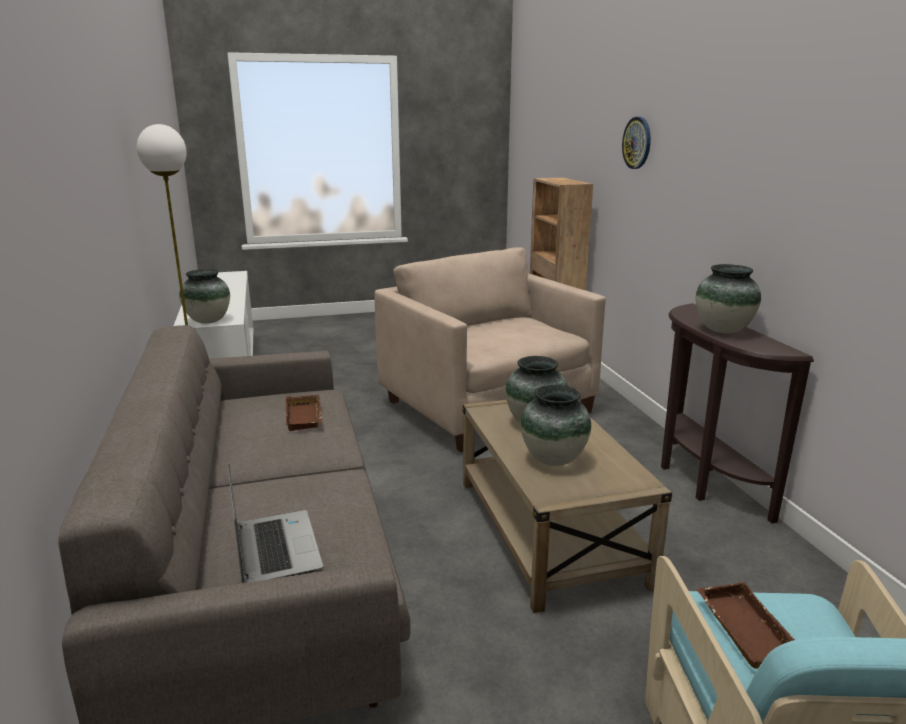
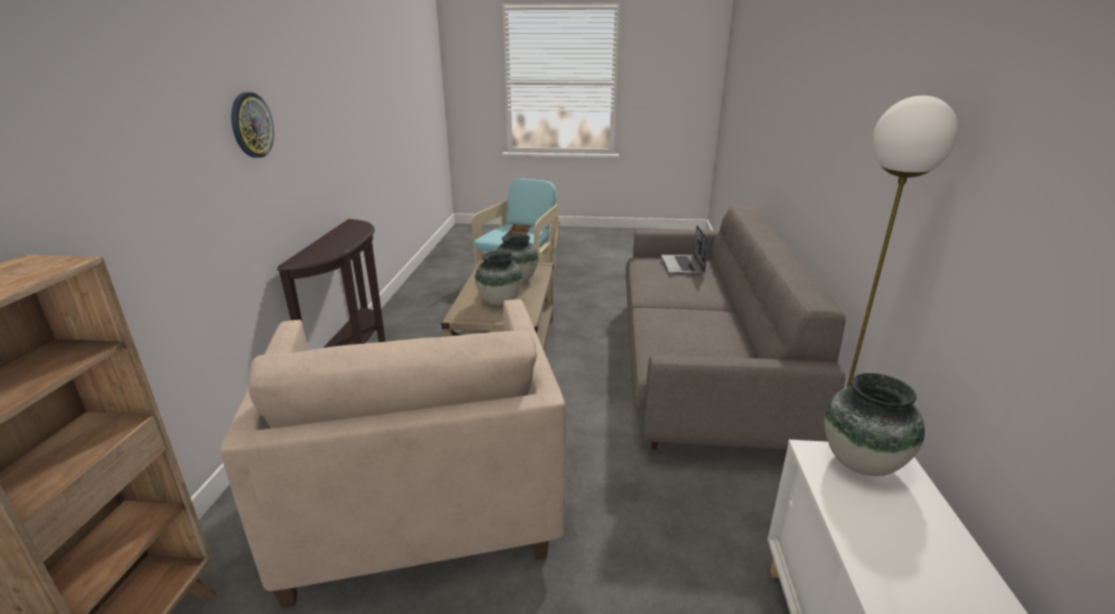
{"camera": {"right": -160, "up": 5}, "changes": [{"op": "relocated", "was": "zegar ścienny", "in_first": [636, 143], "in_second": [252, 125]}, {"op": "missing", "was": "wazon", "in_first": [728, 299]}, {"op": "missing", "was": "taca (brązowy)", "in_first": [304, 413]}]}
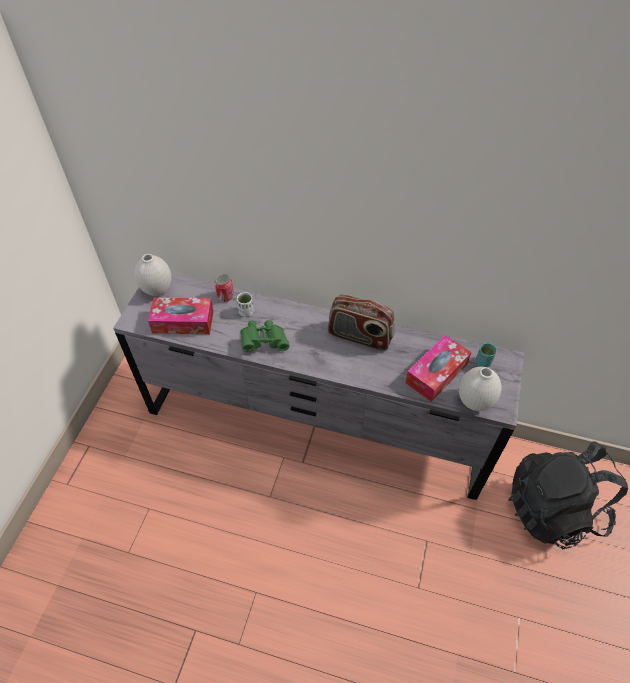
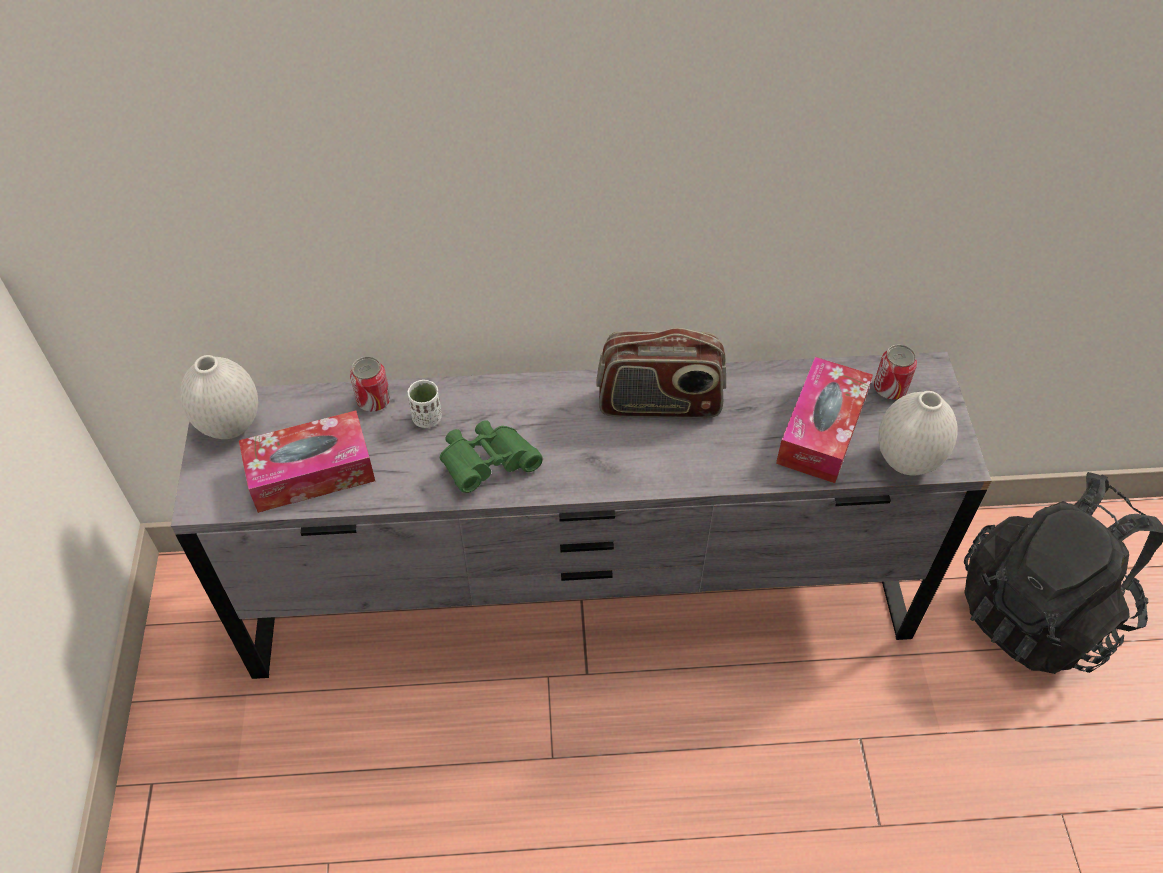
{"camera": {"right": -20, "up": 0}, "changes": [{"op": "exchanged", "was": "filiżanka (turkusowy)", "now": "puszka", "in_first": [486, 355], "in_second": [895, 372]}]}
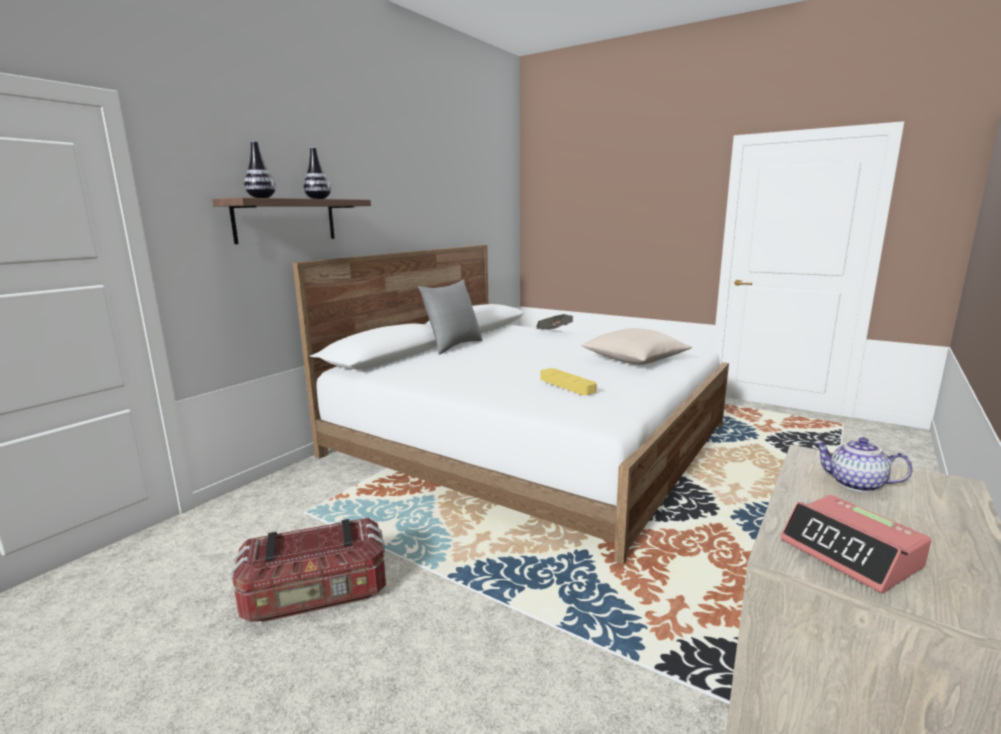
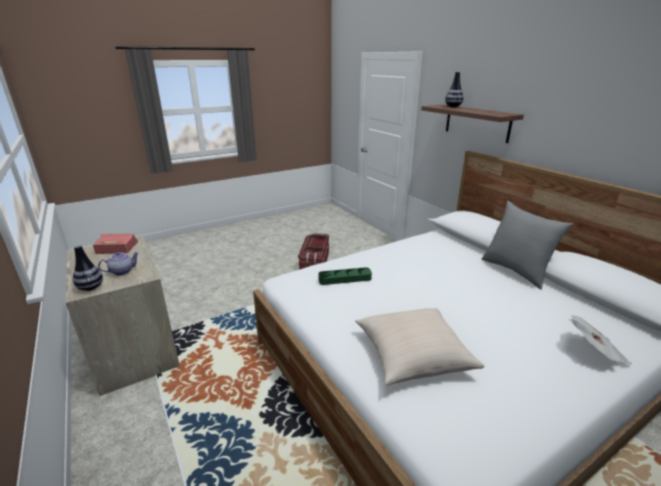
{"camera": {"right": 115, "up": 10}, "changes": [{"op": "relocated", "was": "wazon", "in_first": [317, 173], "in_second": [88, 268]}, {"op": "colour", "was": "taca (żółty)", "now": "taca (zielony)", "in_first": [568, 381], "in_second": [345, 276]}]}
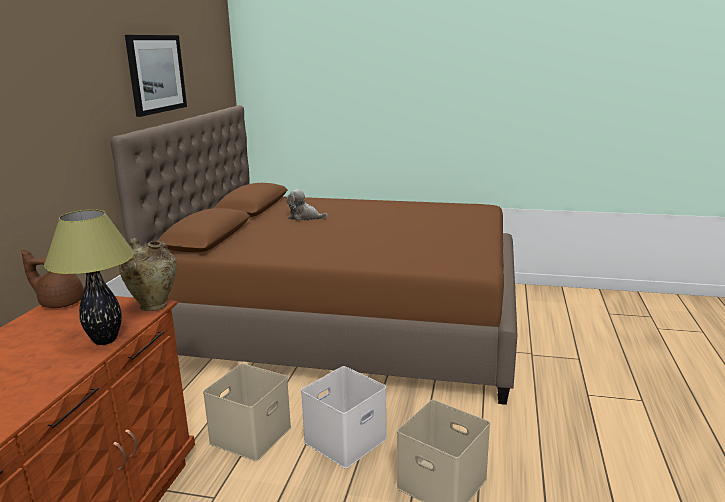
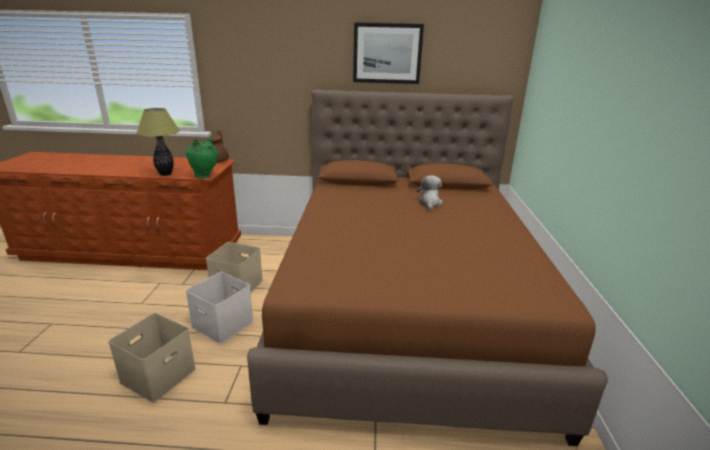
{"camera": {"right": 80, "up": 5}, "changes": [{"op": "colour", "was": "wazon (beżowy)", "now": "wazon (zielony)", "in_first": [148, 274], "in_second": [202, 157]}]}
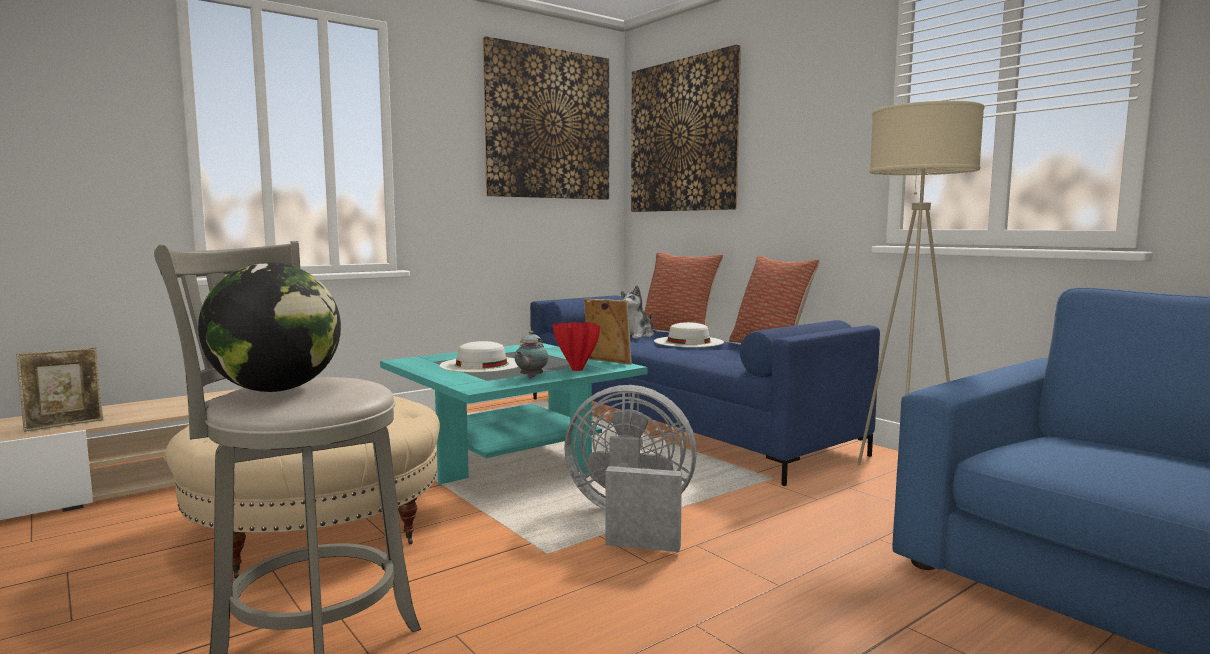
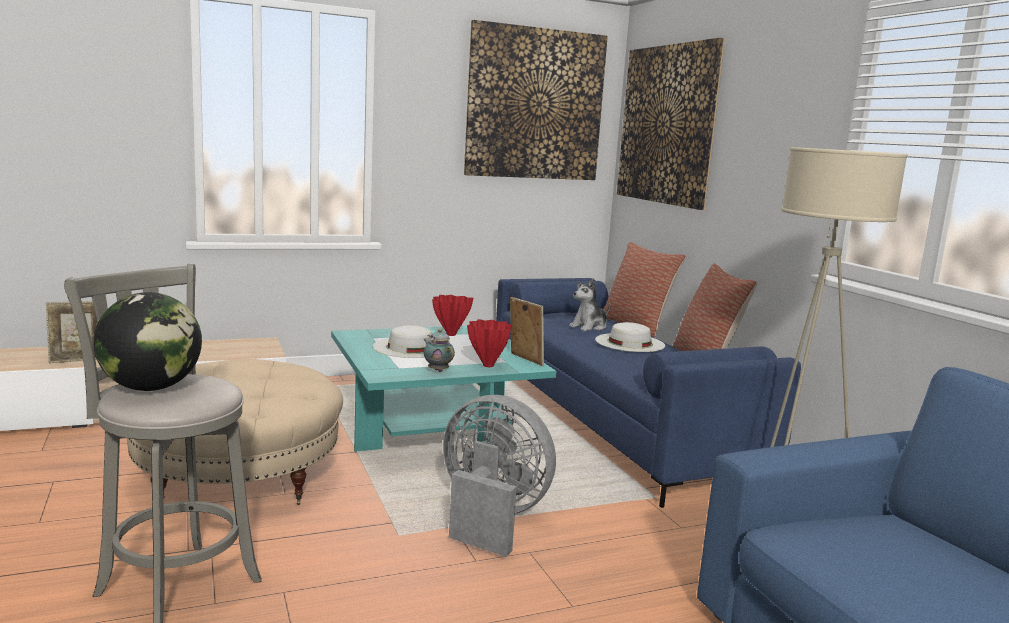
{"camera": {"right": 15, "up": 5}, "changes": [{"op": "spun", "was": "imbryk", "in_first": [531, 354], "in_second": [439, 350], "clockwise": 105}, {"op": "appeared", "now": "wazon (czerwony)", "in_second": [452, 315]}]}
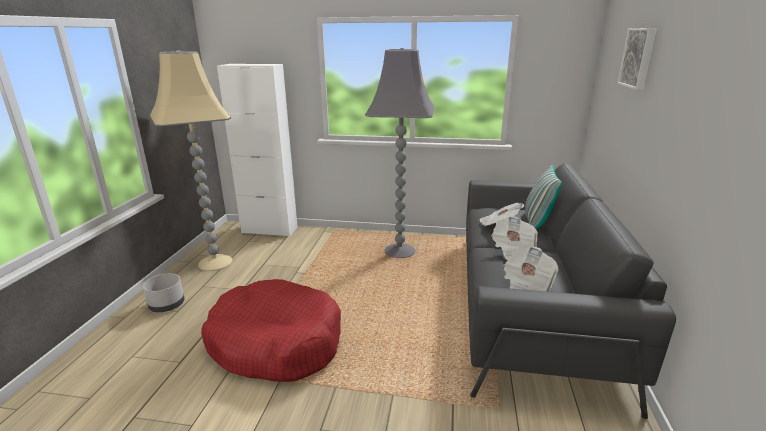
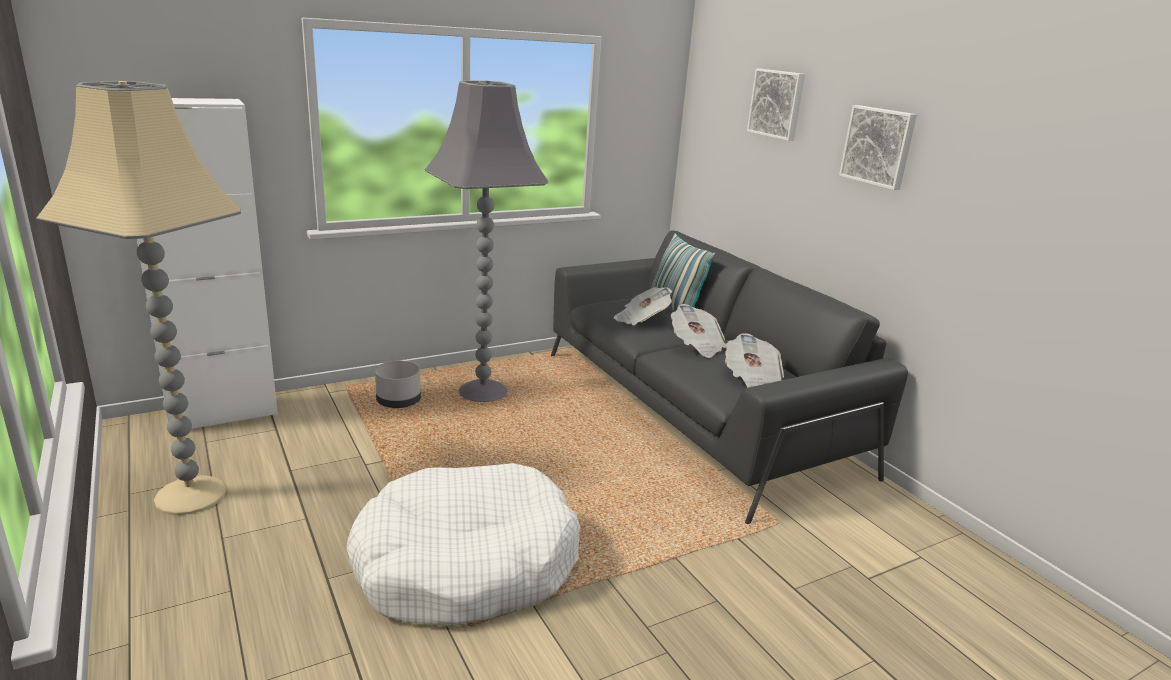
{"camera": {"right": -40, "up": 0}, "changes": [{"op": "relocated", "was": "donica (szary)", "in_first": [163, 293], "in_second": [398, 384]}, {"op": "colour", "was": "legowisko (czerwony)", "now": "legowisko (biały)", "in_first": [271, 330], "in_second": [463, 545]}, {"op": "appeared", "now": "obraz", "in_second": [878, 147]}]}
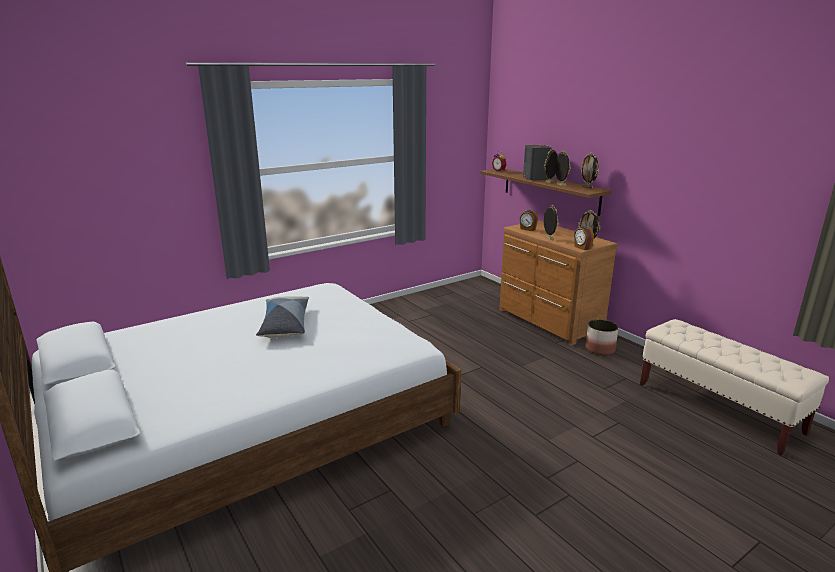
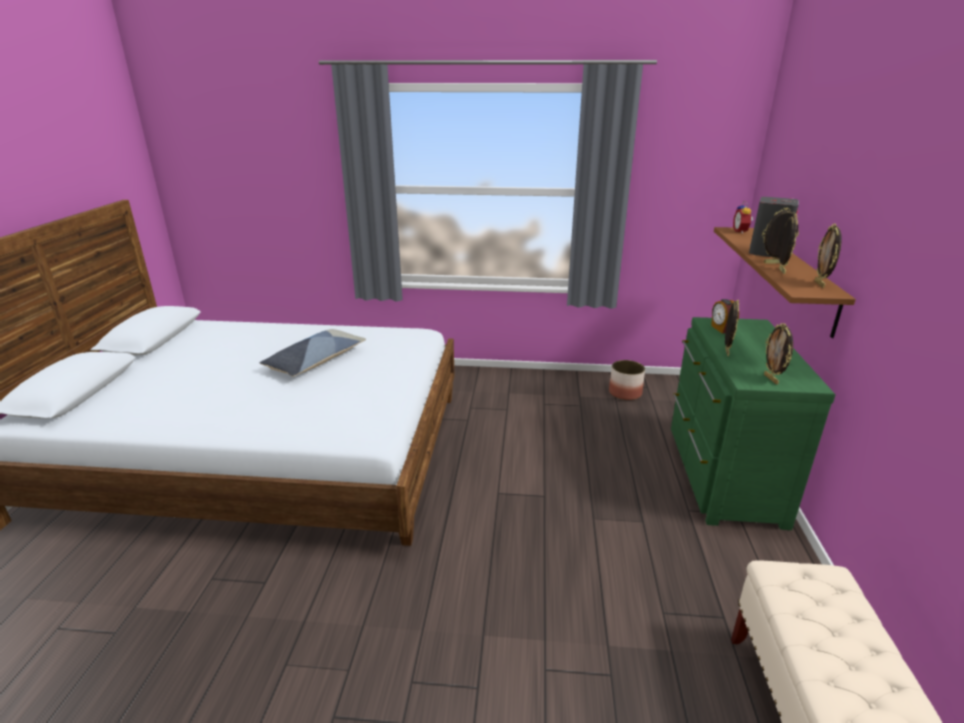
{"camera": {"right": 40, "up": 5}, "changes": [{"op": "colour", "was": "komoda (brązowy)", "now": "komoda (zielony)", "in_first": [558, 283], "in_second": [753, 423]}, {"op": "missing", "was": "budzik", "in_first": [584, 238]}, {"op": "relocated", "was": "donica", "in_first": [601, 337], "in_second": [627, 380]}]}
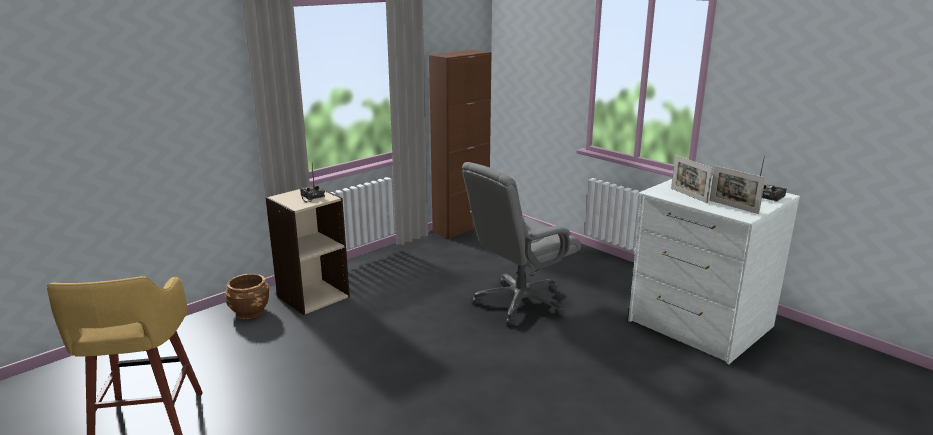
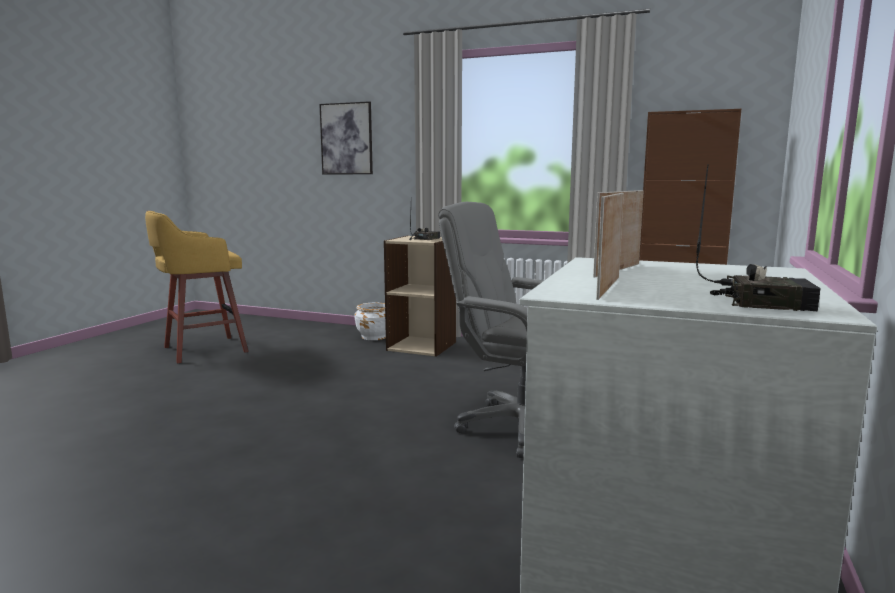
{"camera": {"right": 65, "up": -10}, "changes": [{"op": "colour", "was": "donica (brązowy)", "now": "donica (biały)", "in_first": [247, 296], "in_second": [370, 321]}, {"op": "appeared", "now": "obraz", "in_second": [346, 137]}]}
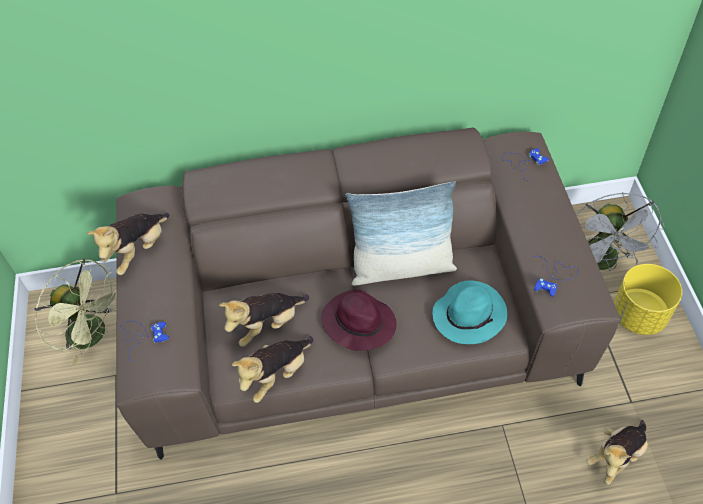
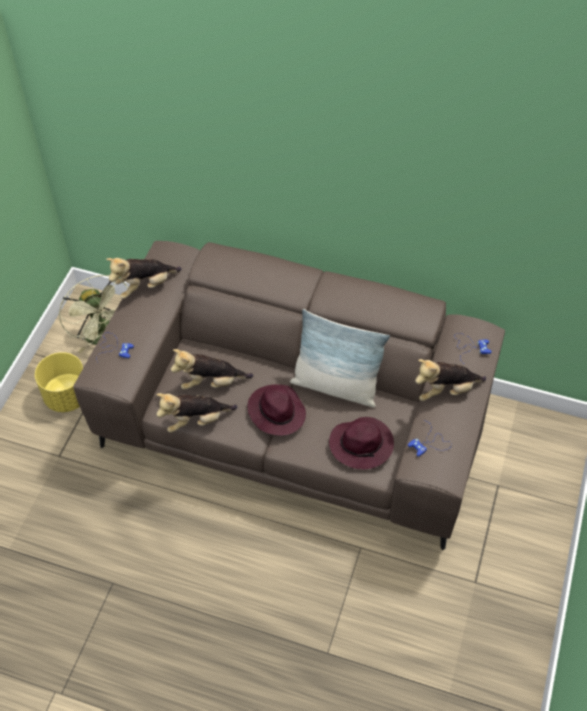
{"camera": {"right": 25, "up": 0}, "changes": [{"op": "missing", "was": "wentylator (szary)", "in_first": [620, 231]}, {"op": "relocated", "was": "donica (żółty)", "in_first": [648, 299], "in_second": [59, 382]}, {"op": "colour", "was": "kapelusz (turkusowy)", "now": "kapelusz (fioletowy)", "in_first": [469, 312], "in_second": [361, 443]}, {"op": "relocated", "was": "pluszak", "in_first": [617, 452], "in_second": [450, 380]}]}
